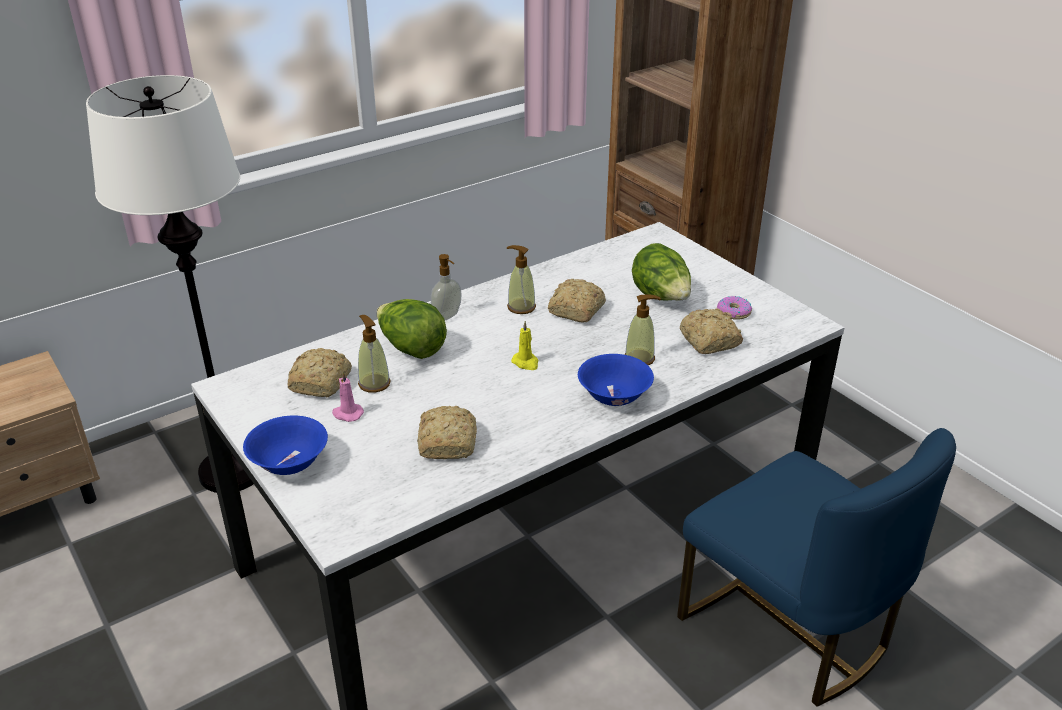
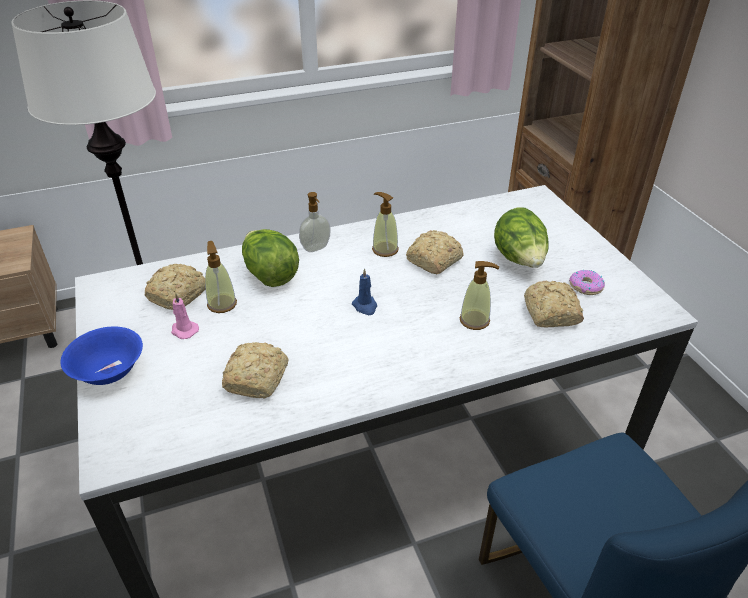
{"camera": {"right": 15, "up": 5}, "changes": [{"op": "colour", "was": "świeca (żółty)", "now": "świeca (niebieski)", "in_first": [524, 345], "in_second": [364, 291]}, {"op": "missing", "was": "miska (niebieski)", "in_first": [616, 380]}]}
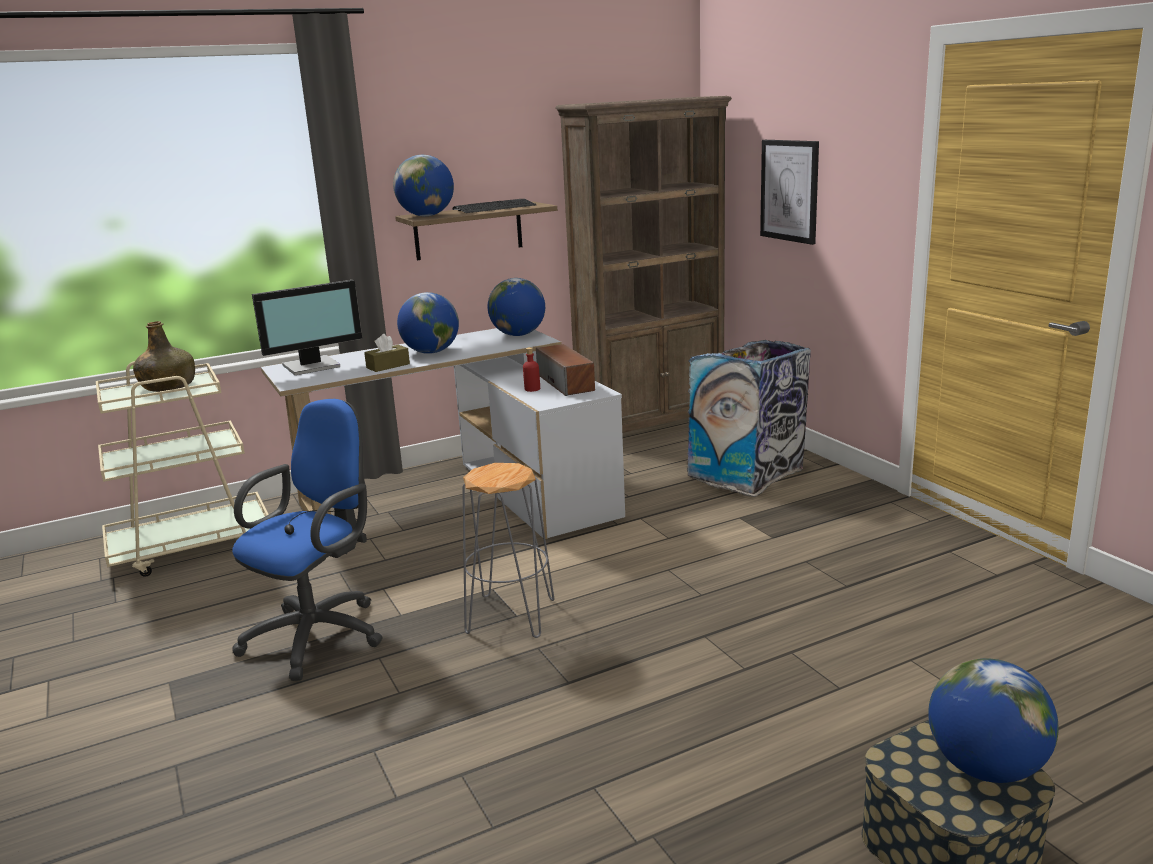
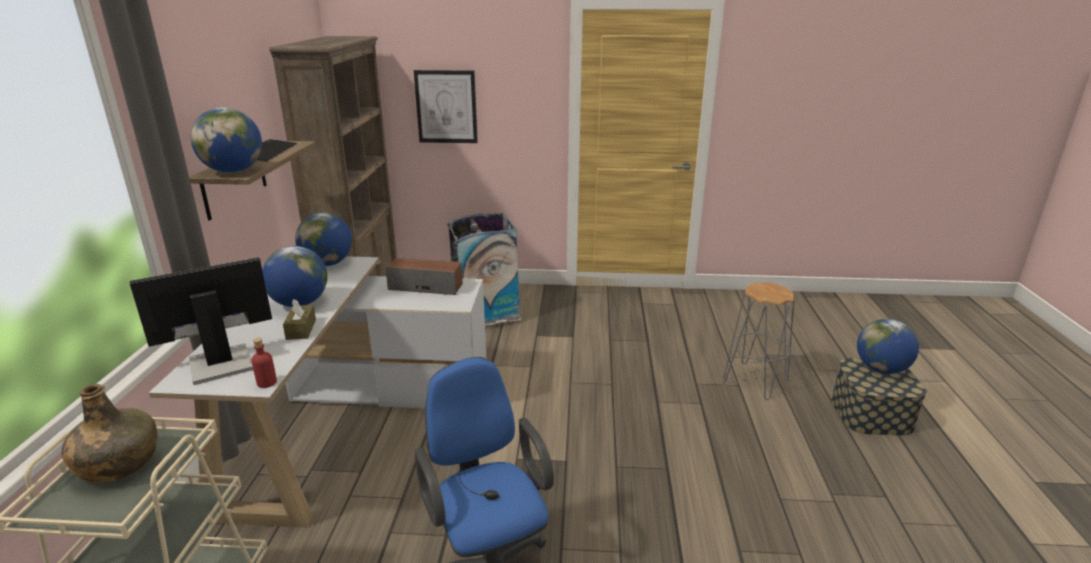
{"camera": {"right": -60, "up": 5}, "changes": [{"op": "spun", "was": "monitor", "in_first": [307, 327], "in_second": [201, 321], "clockwise": -120}, {"op": "relocated", "was": "butelka (czerwony)", "in_first": [531, 369], "in_second": [264, 363]}, {"op": "relocated", "was": "stołek (szary)", "in_first": [509, 550], "in_second": [758, 341]}]}
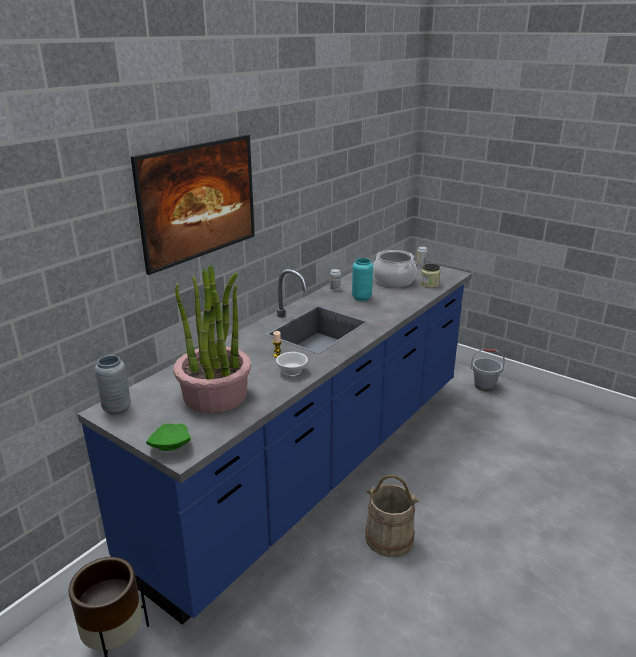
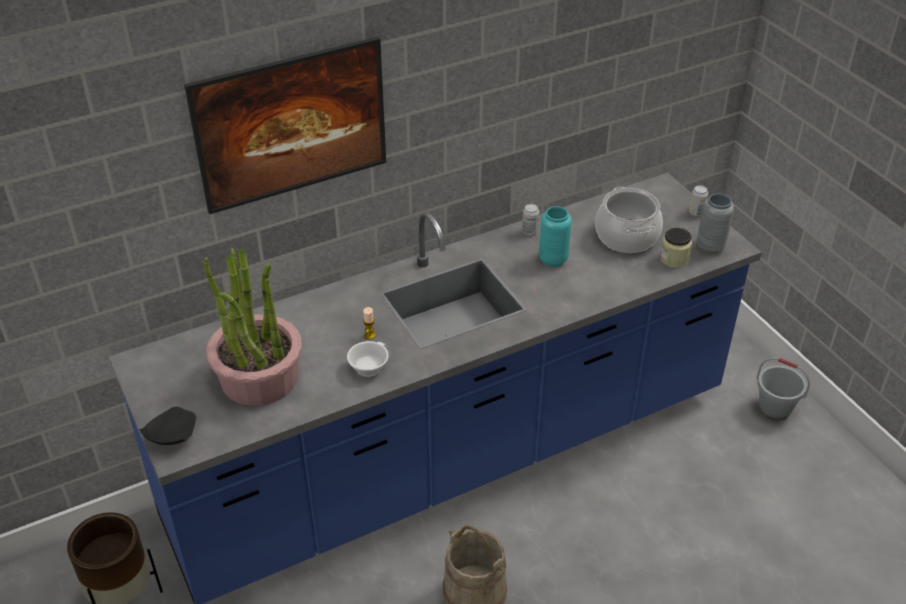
{"camera": {"right": 25, "up": 15}, "changes": [{"op": "relocated", "was": "wazon (szary)", "in_first": [113, 385], "in_second": [715, 223]}, {"op": "colour", "was": "talerz (zielony)", "now": "talerz (czarny)", "in_first": [168, 437], "in_second": [167, 425]}]}
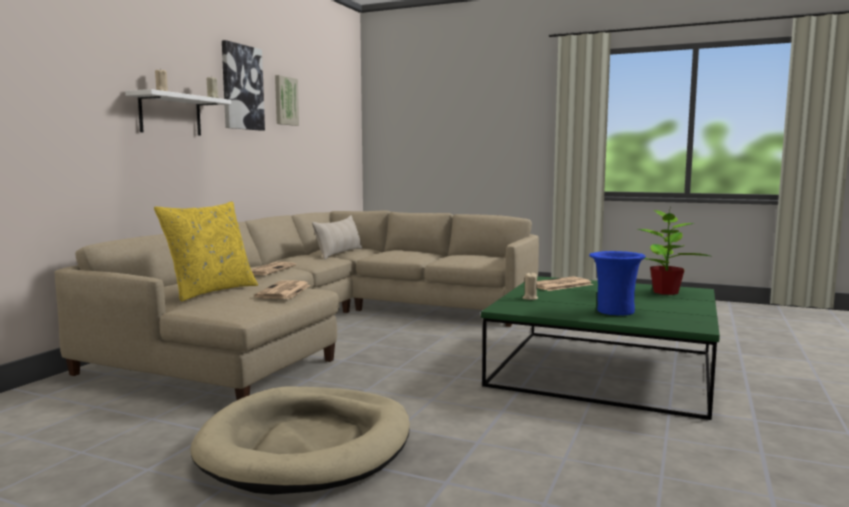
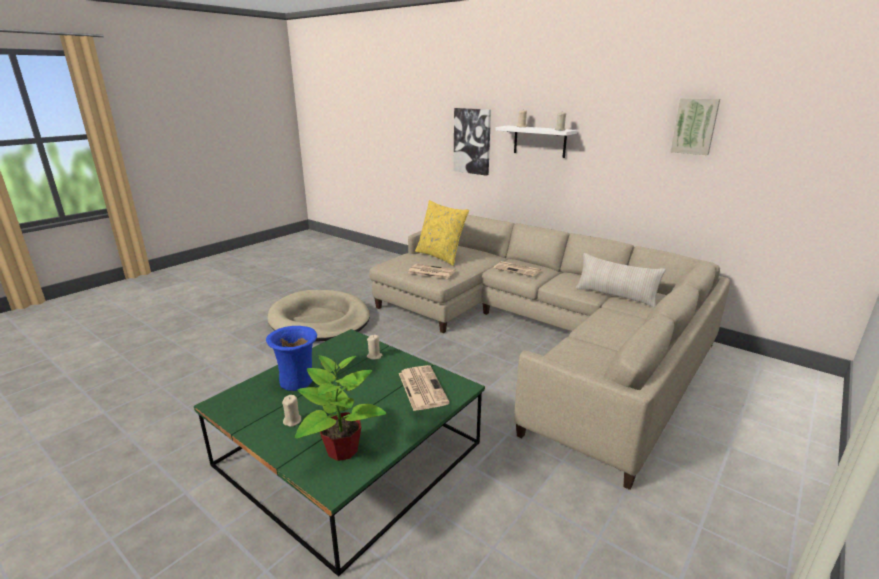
{"camera": {"right": 105, "up": 15}, "changes": [{"op": "relocated", "was": "obraz", "in_first": [243, 85], "in_second": [472, 142]}, {"op": "appeared", "now": "świeca (beżowy)", "in_second": [291, 411]}]}
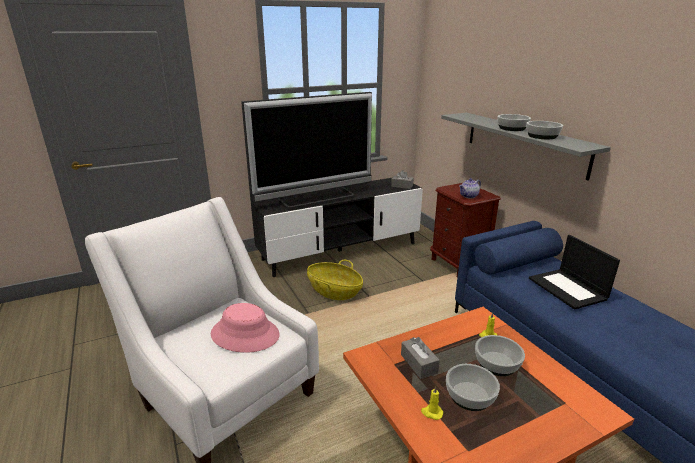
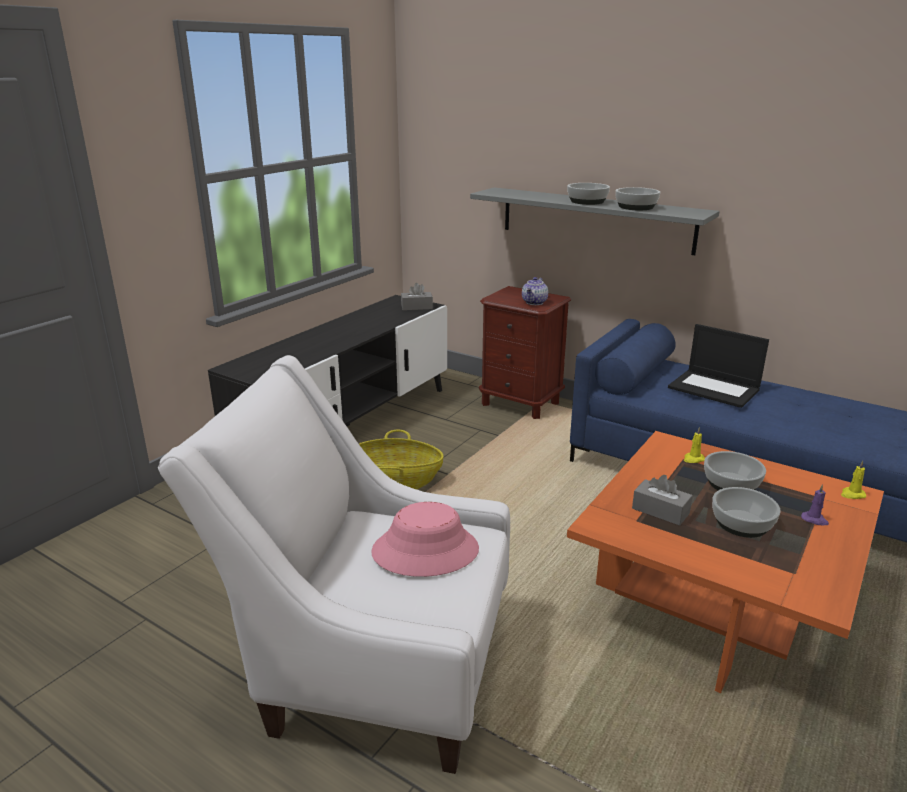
{"camera": {"right": -30, "up": 0}, "changes": [{"op": "missing", "was": "telewizor", "in_first": [306, 151]}, {"op": "relocated", "was": "świeca (żółty)", "in_first": [432, 403], "in_second": [853, 480]}, {"op": "appeared", "now": "świeca (fioletowy)", "in_second": [815, 504]}]}
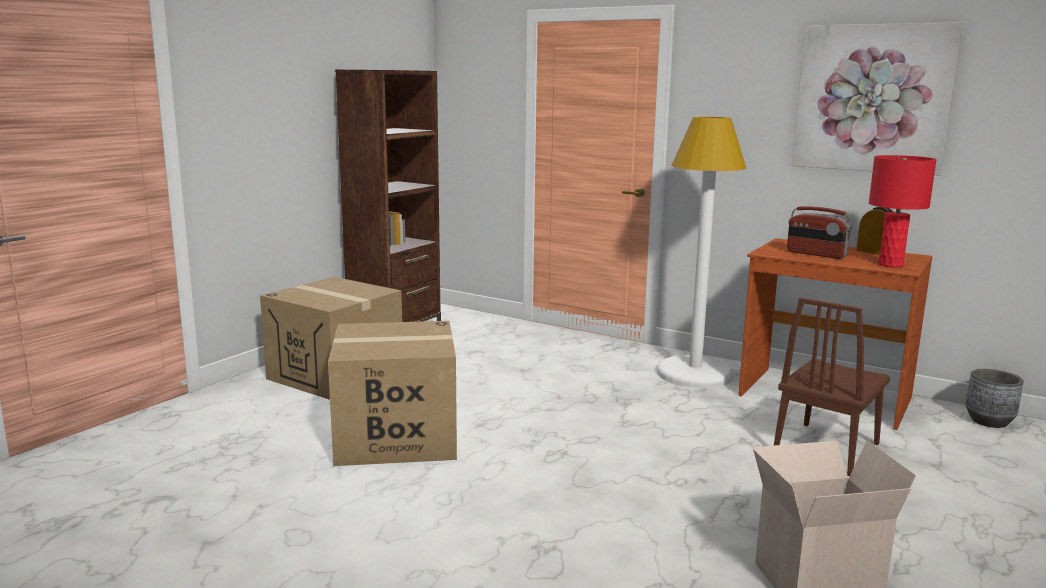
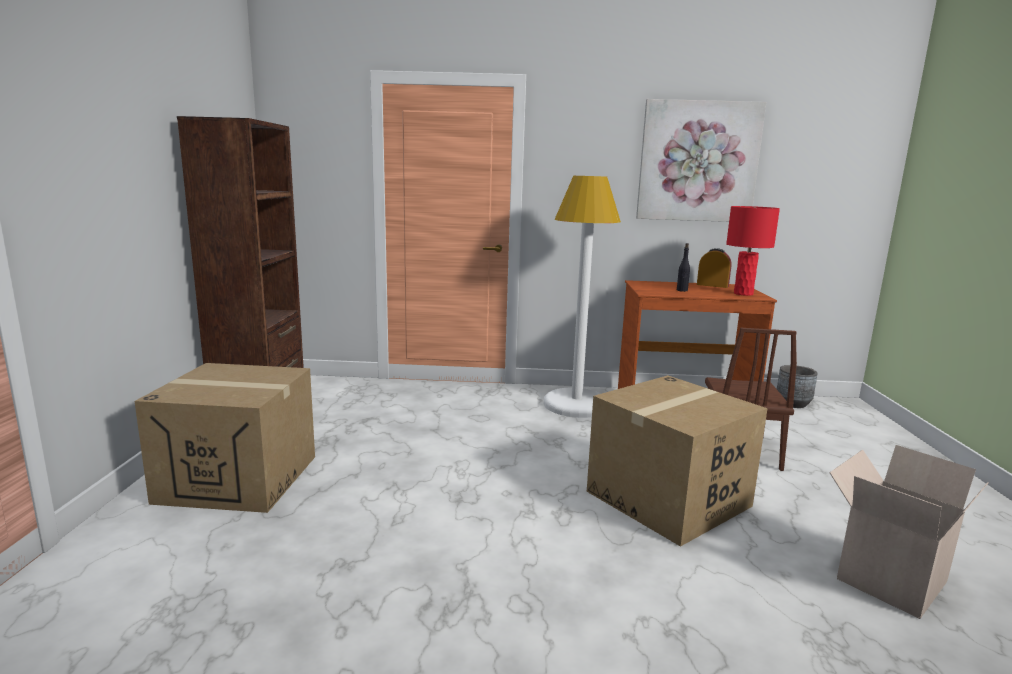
{"camera": {"right": -30, "up": 0}, "changes": [{"op": "exchanged", "was": "radio", "now": "butelka (czarny)", "in_first": [819, 233], "in_second": [683, 267]}, {"op": "relocated", "was": "karton", "in_first": [392, 393], "in_second": [677, 461]}]}
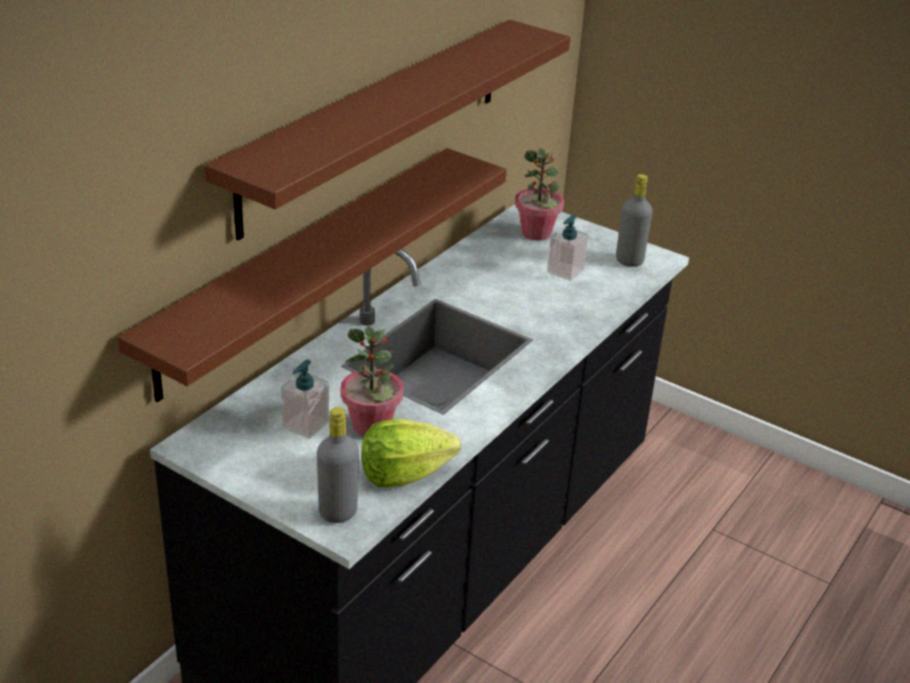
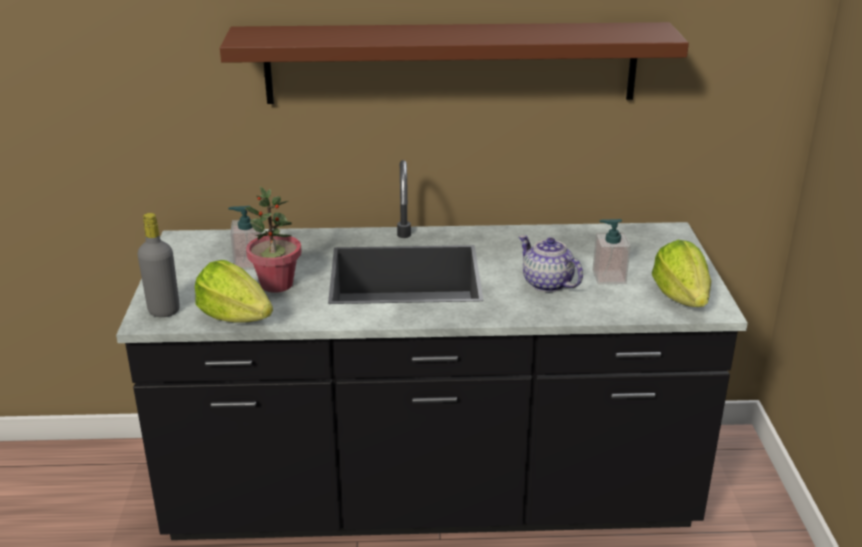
{"camera": {"right": 55, "up": -5}, "changes": [{"op": "missing", "was": "półka (brązowy)", "in_first": [312, 275]}, {"op": "missing", "was": "roślina doniczkowa", "in_first": [539, 194]}, {"op": "exchanged", "was": "butelka (szary)", "now": "sałata", "in_first": [634, 220], "in_second": [681, 273]}, {"op": "appeared", "now": "imbryk", "in_second": [550, 263]}]}
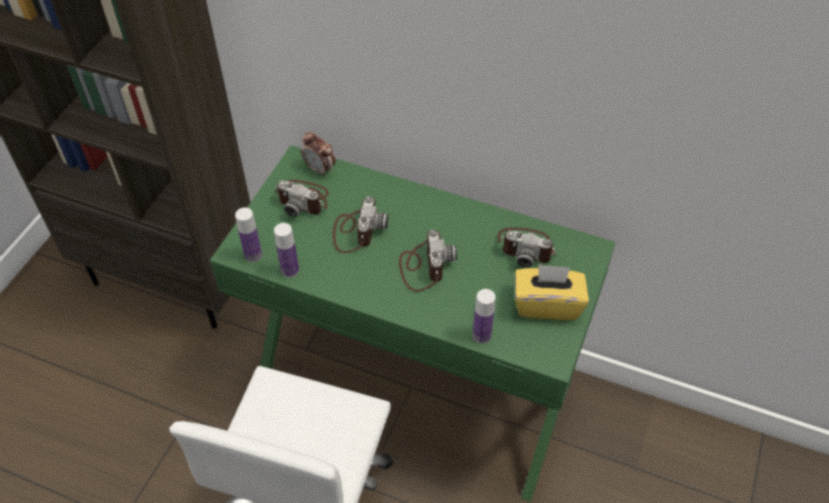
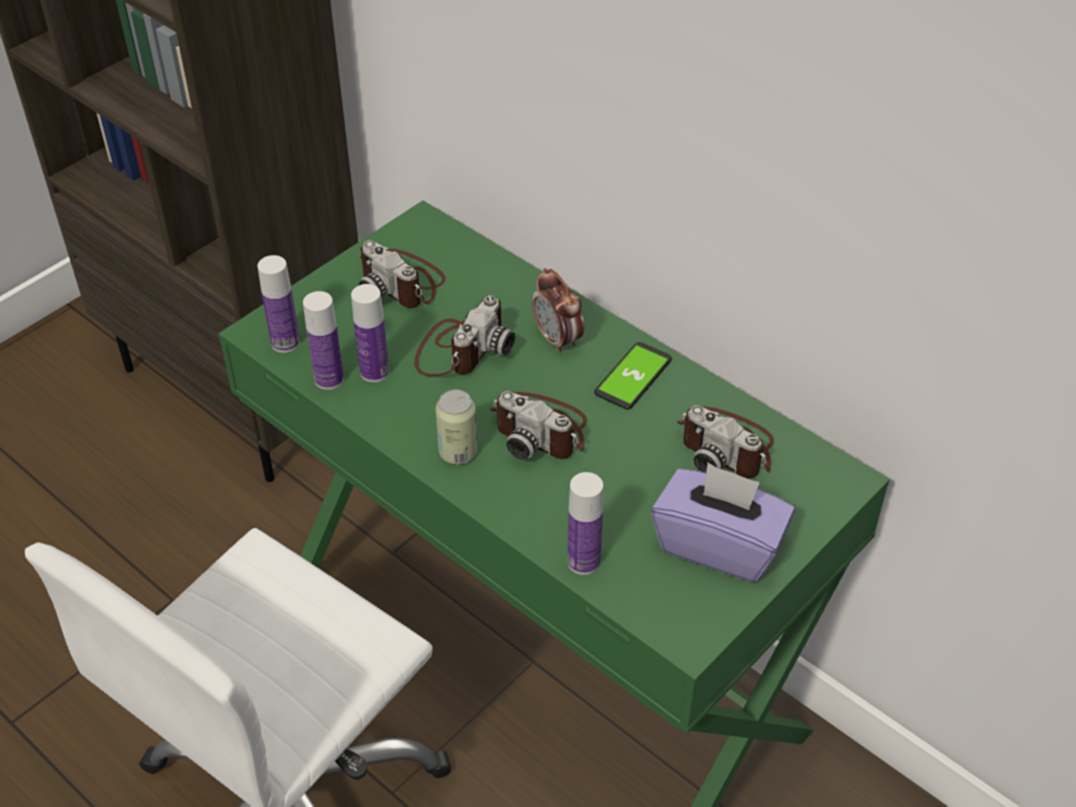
{"camera": {"right": 20, "up": -5}, "changes": [{"op": "relocated", "was": "budzik", "in_first": [318, 154], "in_second": [558, 311]}, {"op": "spun", "was": "aparat fotograficzny", "in_first": [428, 261], "in_second": [538, 425], "clockwise": 105}, {"op": "colour", "was": "pudełko chusteczek (żółty)", "now": "pudełko chusteczek (fioletowy)", "in_first": [552, 292], "in_second": [723, 522]}, {"op": "appeared", "now": "butelka", "in_second": [370, 333]}, {"op": "appeared", "now": "telefon", "in_second": [633, 375]}, {"op": "appeared", "now": "puszka", "in_second": [456, 426]}]}
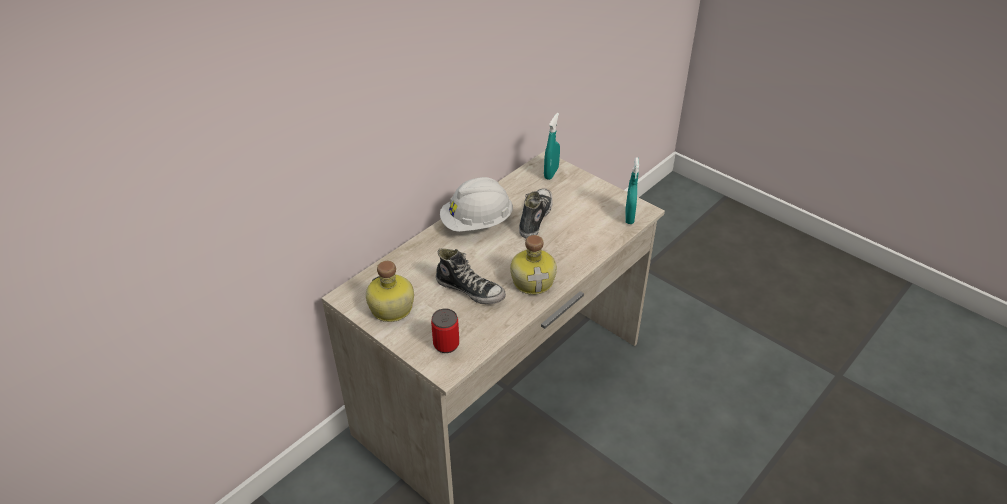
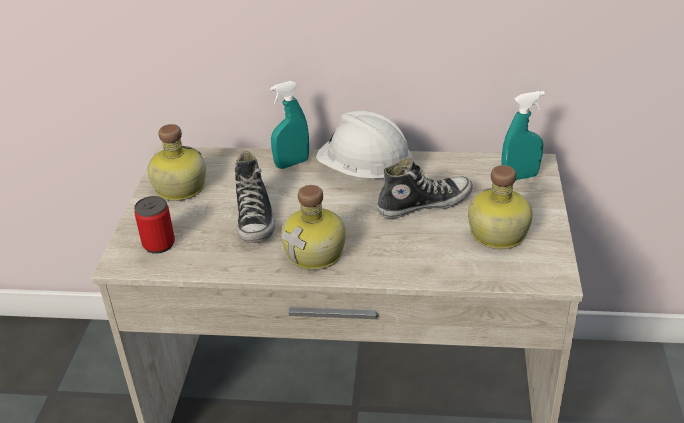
{"camera": {"right": 55, "up": -5}, "changes": [{"op": "relocated", "was": "spryskiwacz (turkusowy)", "in_first": [632, 191], "in_second": [289, 125]}, {"op": "appeared", "now": "butelka", "in_second": [500, 207]}]}
